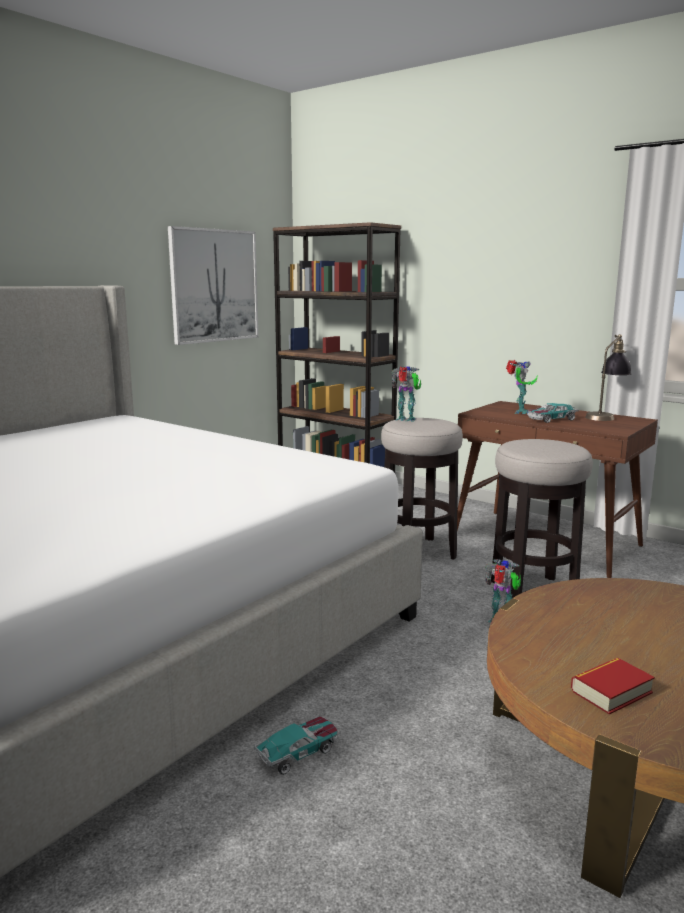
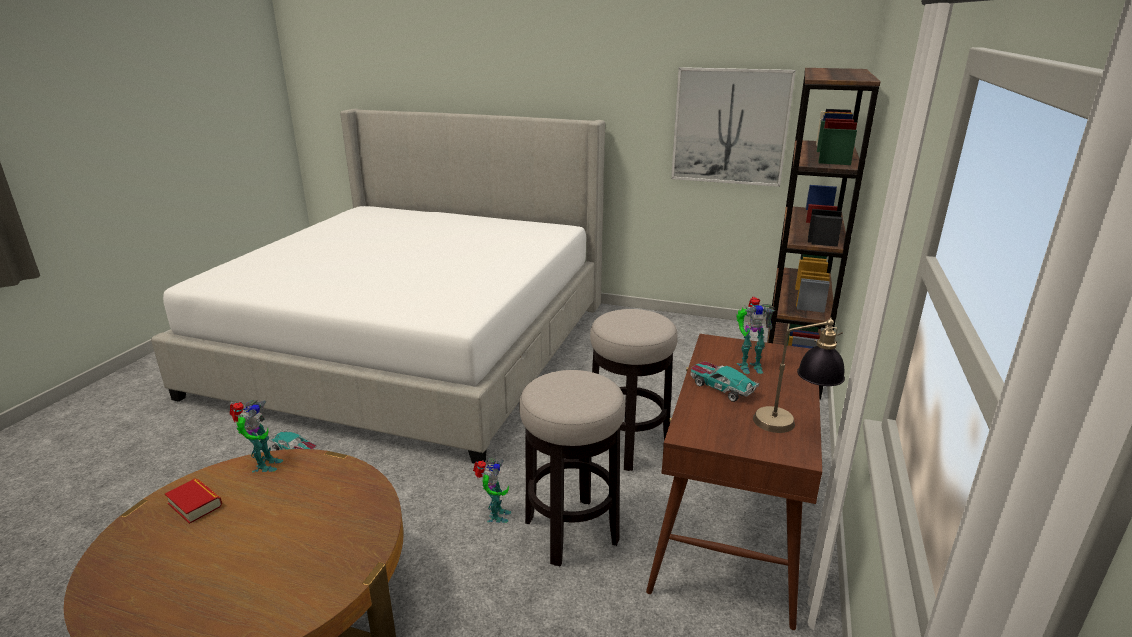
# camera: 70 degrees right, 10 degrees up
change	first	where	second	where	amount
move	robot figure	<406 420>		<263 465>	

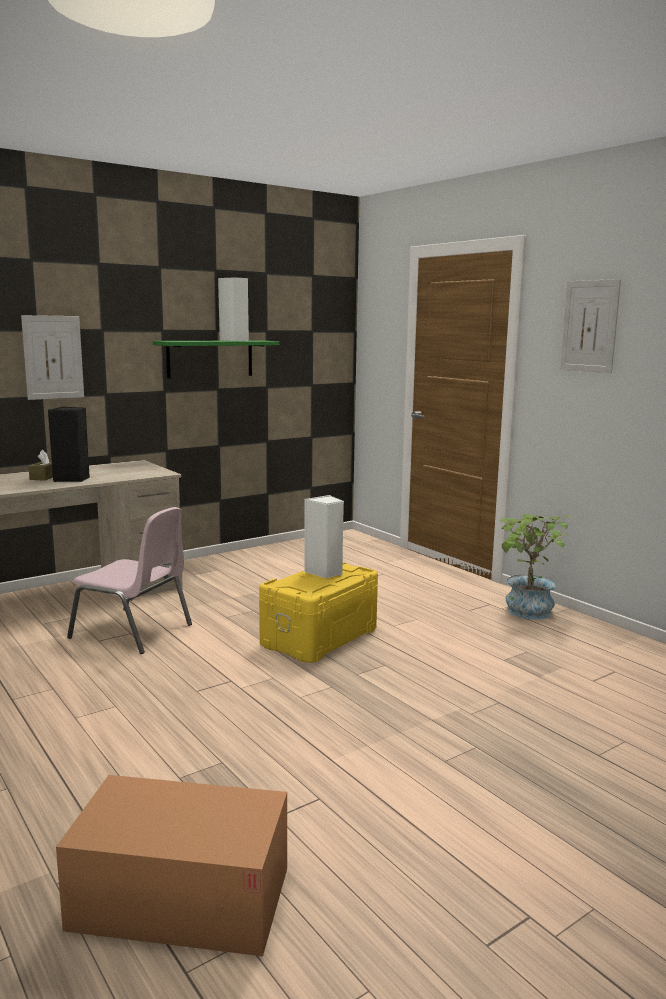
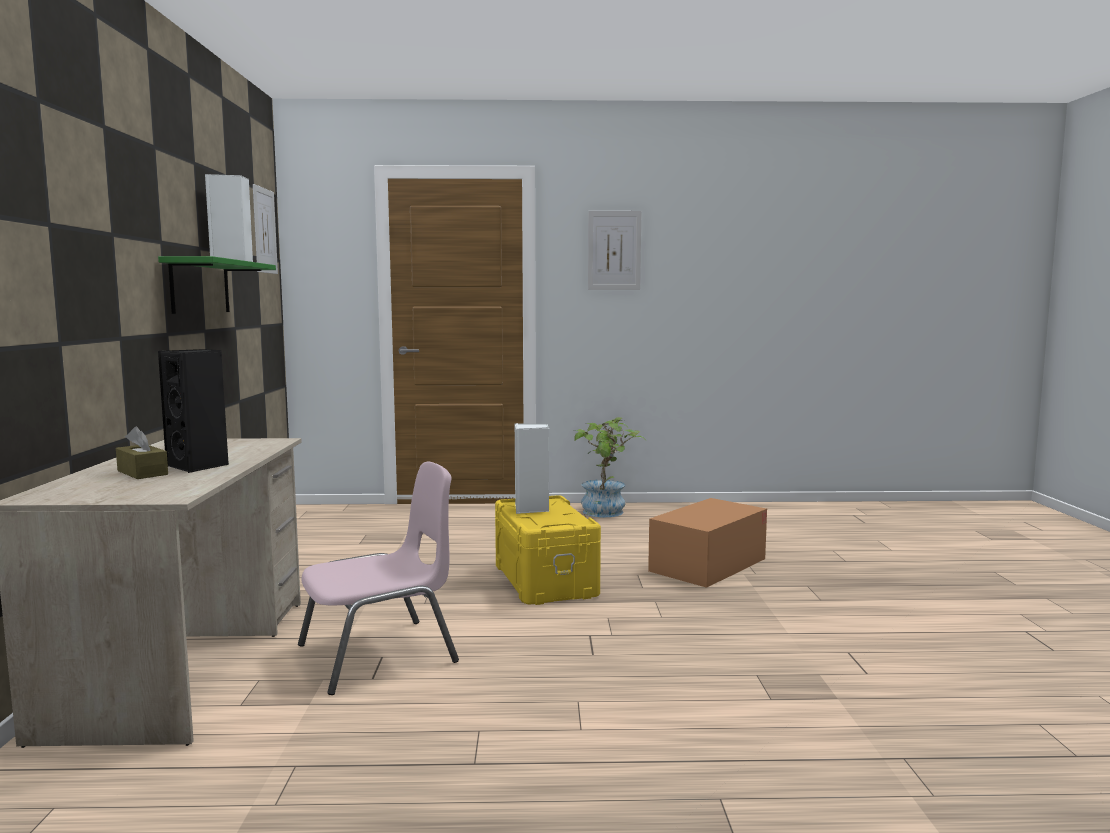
# camera: 55 degrees left, 5 degrees down
change	first	where	second	where	amount
move	wall art	<53 357>		<264 230>	
move	carton	<181 898>		<708 565>	

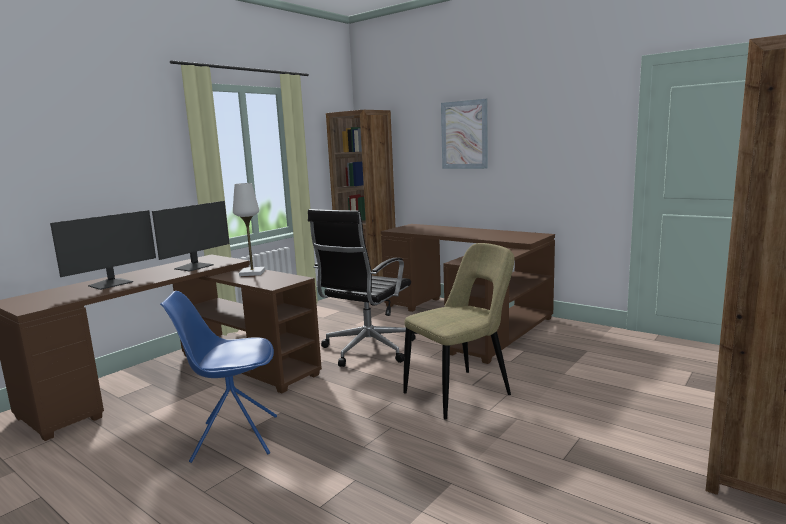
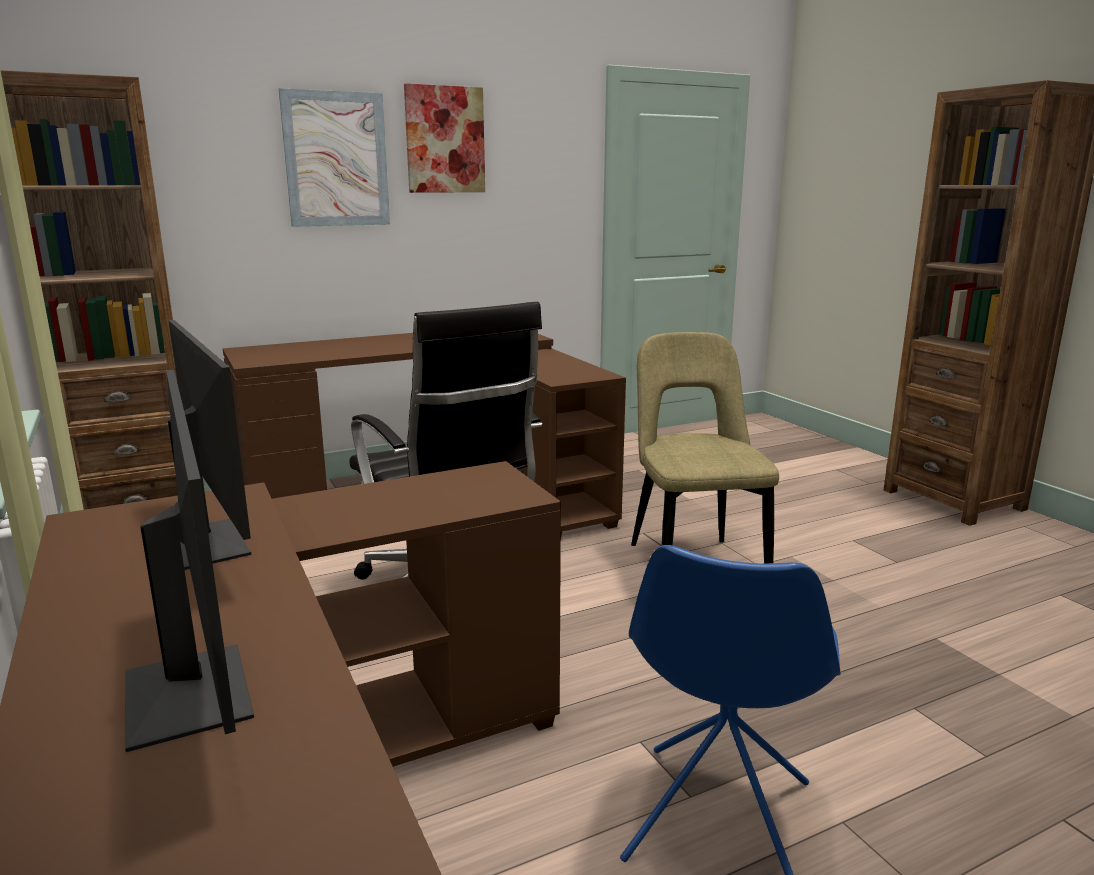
# camera: 65 degrees left, 5 degrees up
change	first	where	second	where	amount
delete	white table lamp	<252 273>			
insert			wall art	<445 140>	

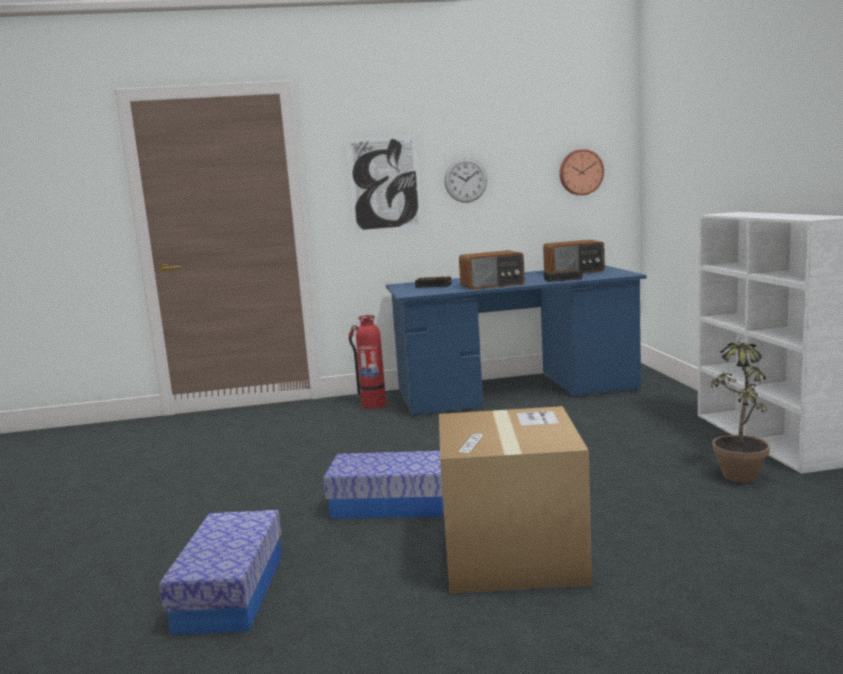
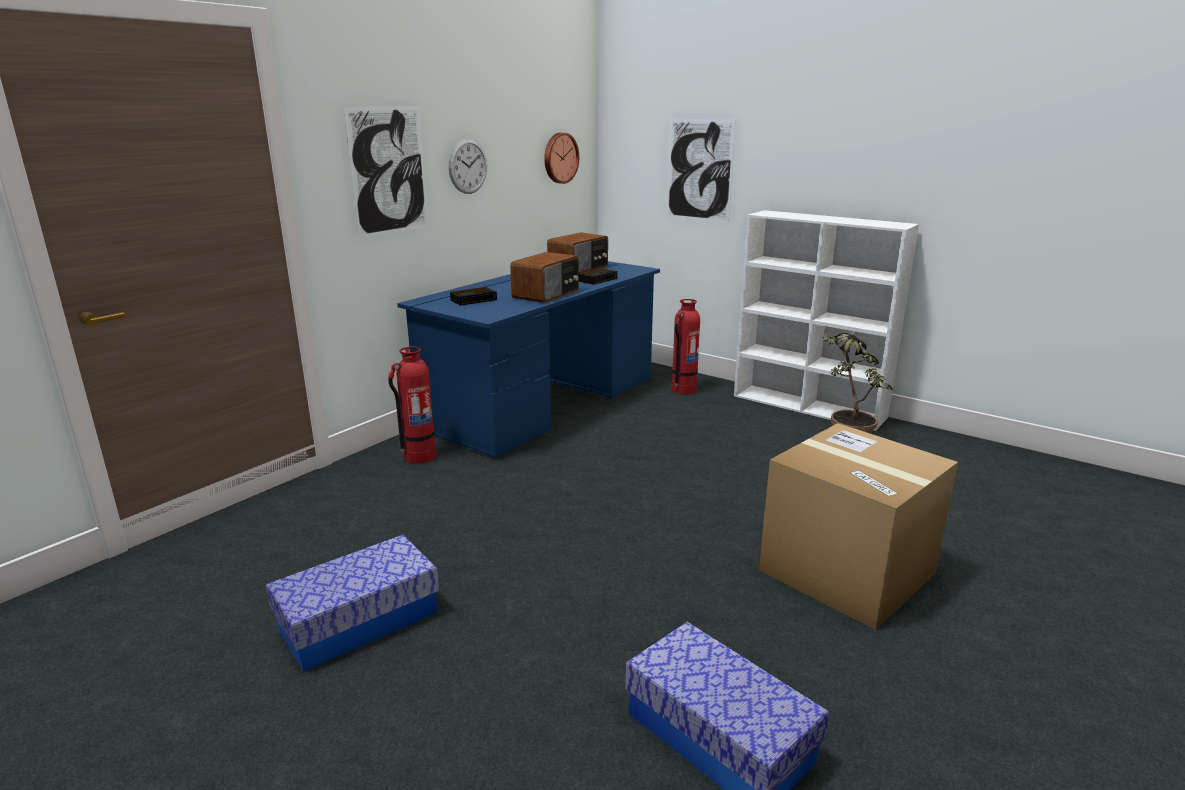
# camera: 45 degrees left, 10 degrees up
change	first	where	second	where	amount
move	storage bin	<390 504>		<359 621>	
insert			wall art	<699 170>	
insert			fire extinguisher	<683 390>	

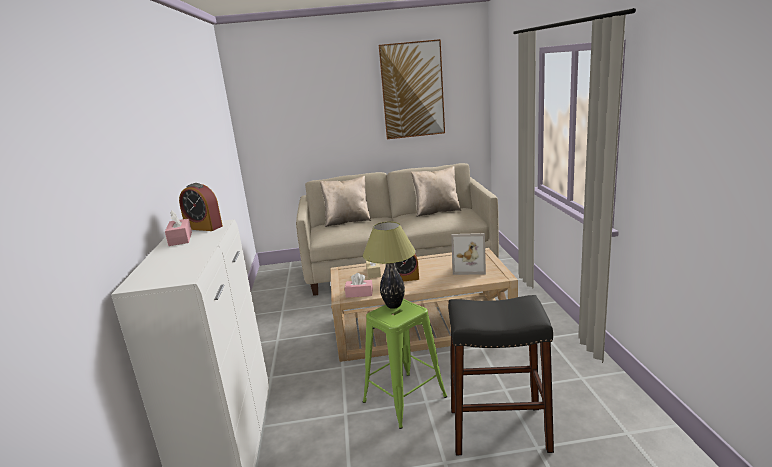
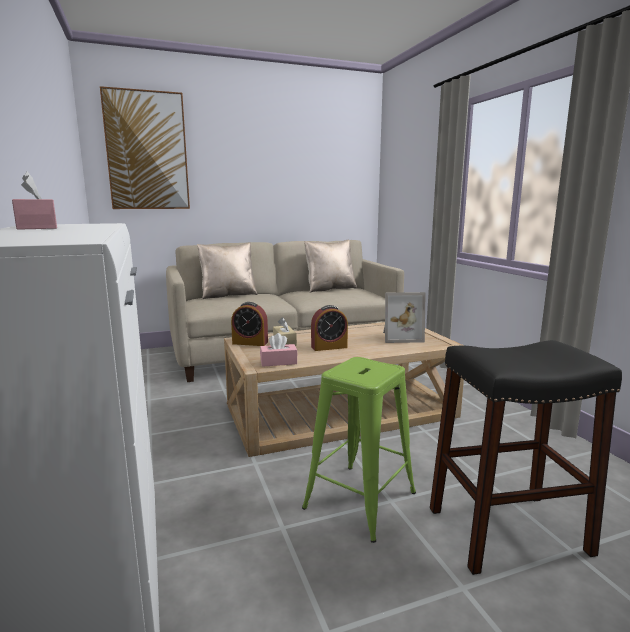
# camera: 15 degrees left, 5 degrees down
change	first	where	second	where	amount
move	bedside clock	<203 227>		<250 343>	
delete	table lamp	<393 305>			
move	wall art	<412 90>		<147 151>	

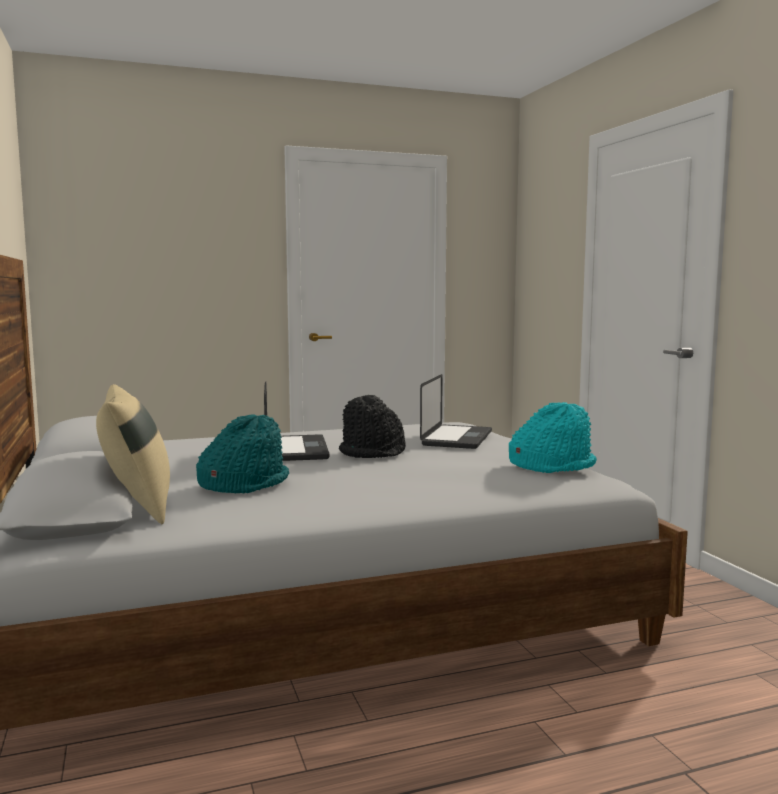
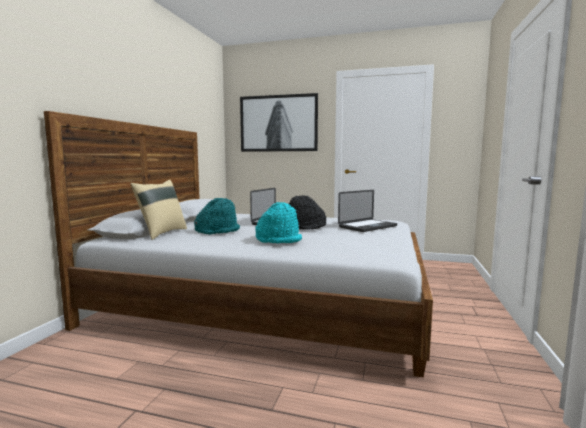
# camera: 35 degrees right, 0 degrees up
change	first	where	second	where	amount
move	blue-green hat	<551 465>		<279 240>	
insert			wall art	<278 123>	

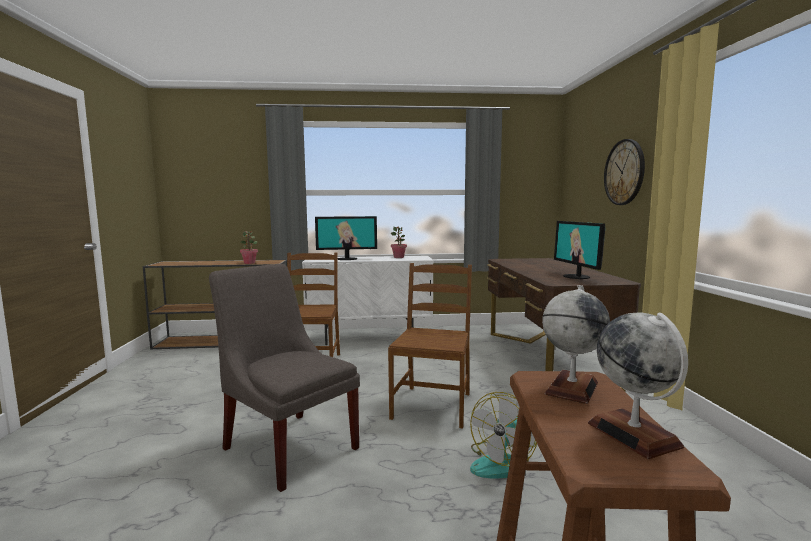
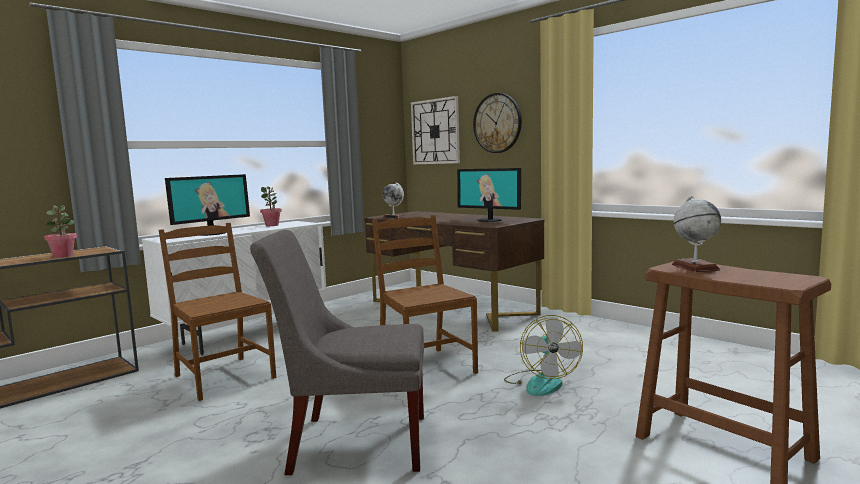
# camera: 40 degrees left, 0 degrees up
change	first	where	second	where	amount
move	world globe	<634 435>		<393 217>	
insert			hanging clock	<435 131>	

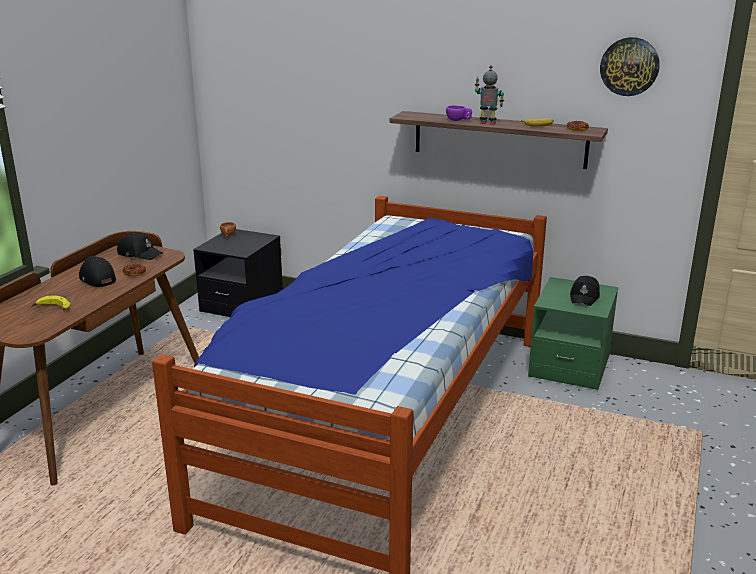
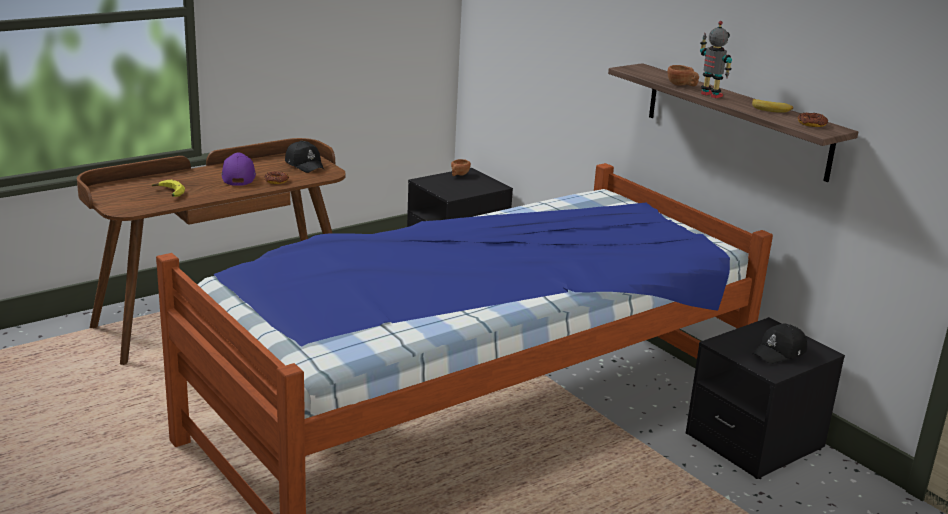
# camera: 30 degrees right, 0 degrees up
change	first	where	second	where	amount
recolor	black-coloured cap	<96 279>	purple cap	<238 177>	
recolor	purple drinking cup	<458 120>	brown-coloured drinking cup	<682 85>	
recolor	green-coloured nightstand	<569 366>	black-coloured nightstand	<754 441>	
delete	hanging clock	<629 66>			

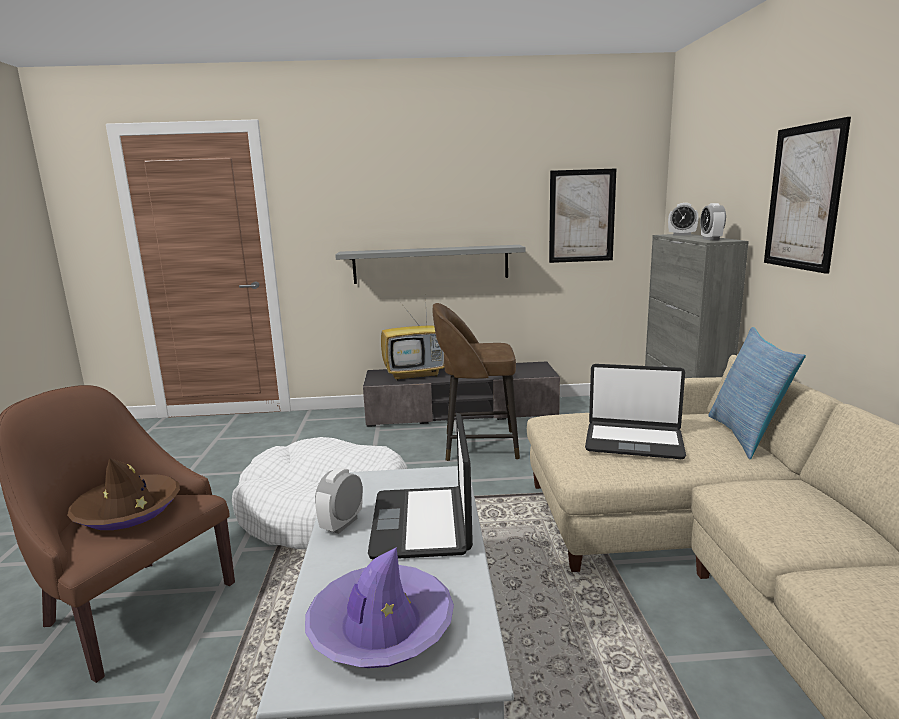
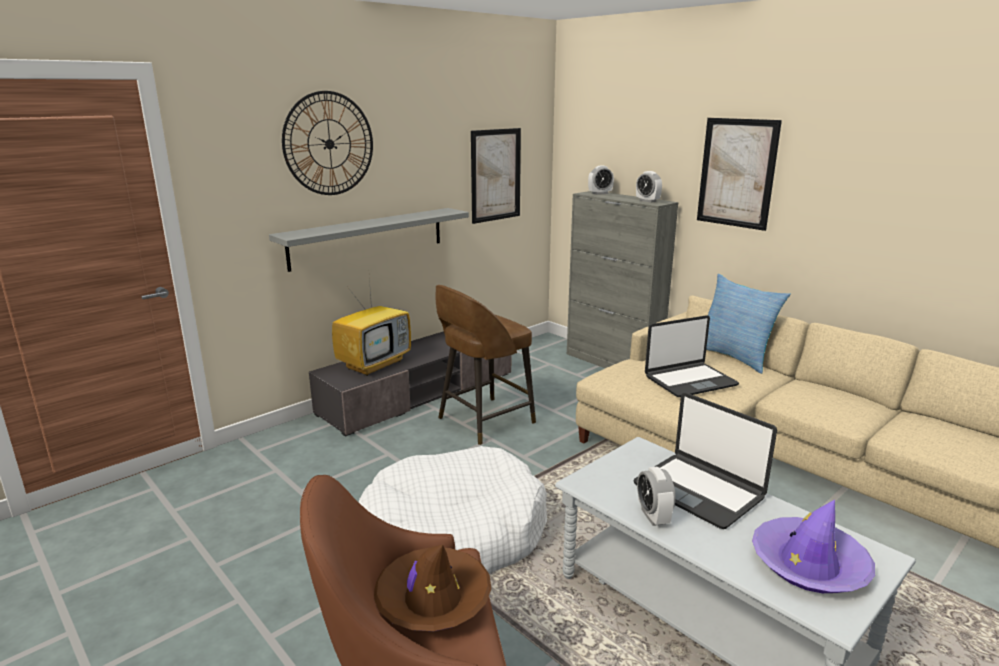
# camera: 40 degrees left, 5 degrees up
change	first	where	second	where	amount
insert			hanging clock	<329 144>	

